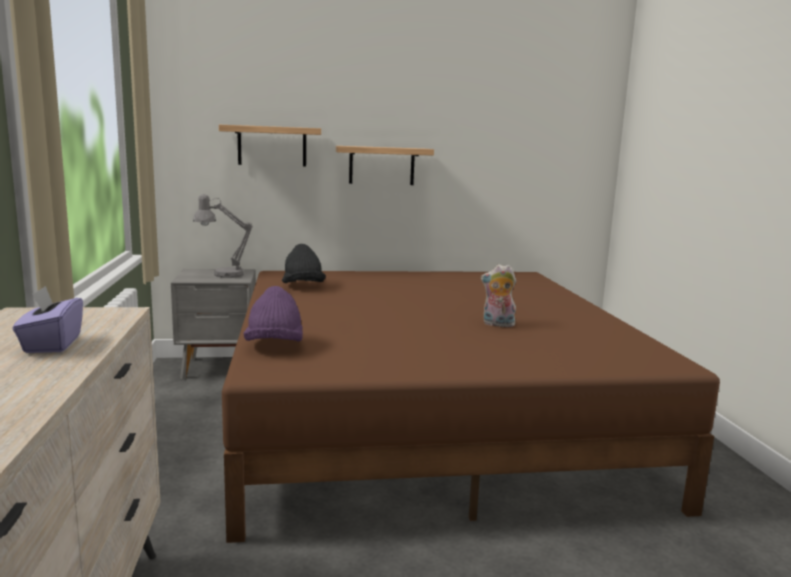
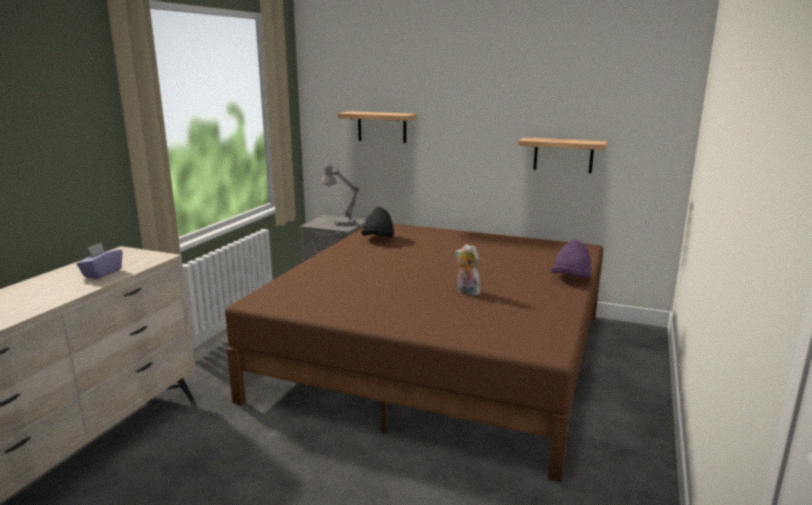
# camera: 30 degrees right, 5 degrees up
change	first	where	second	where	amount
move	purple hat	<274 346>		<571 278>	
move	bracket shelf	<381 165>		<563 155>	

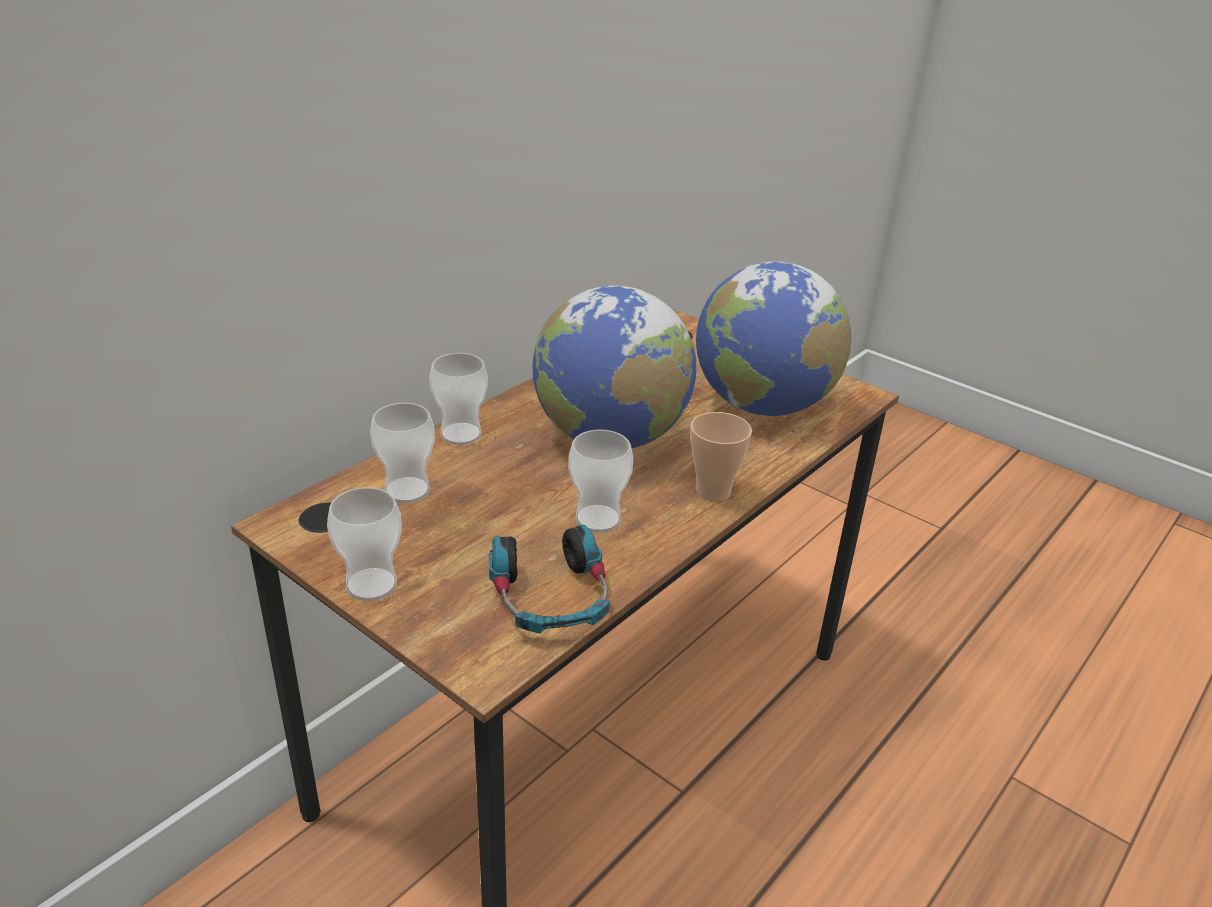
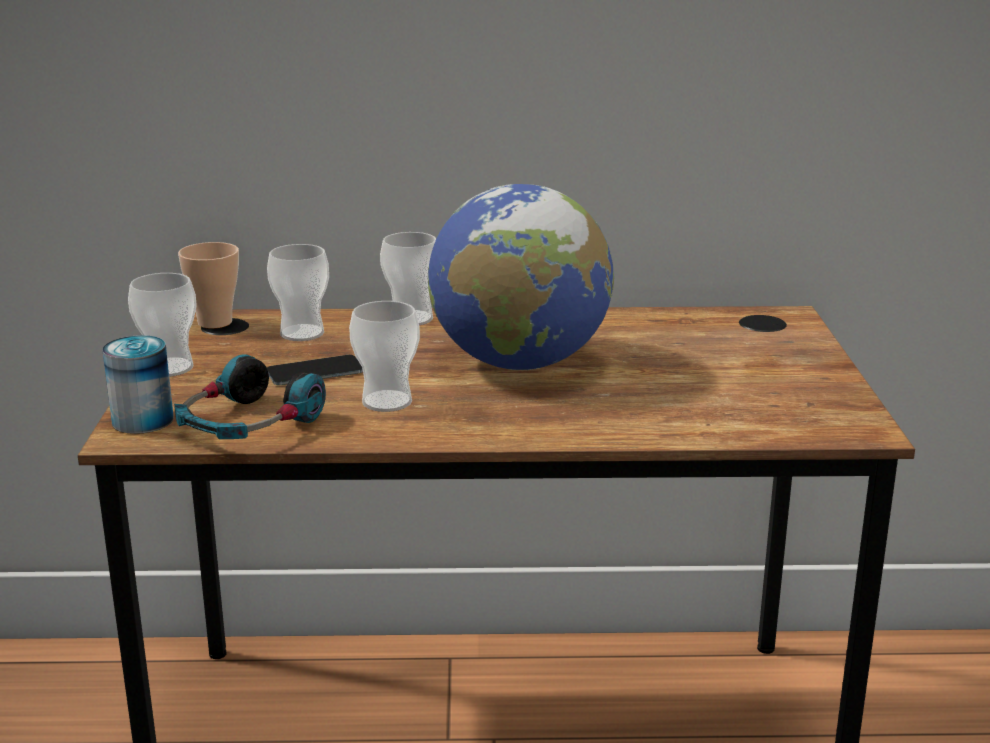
# camera: 50 degrees right, 10 degrees down
change	first	where	second	where	amount
move	drinking cup	<713 492>		<215 322>	
delete	world globe	<762 406>			
insert			can	<142 420>	
insert			handset	<315 371>	

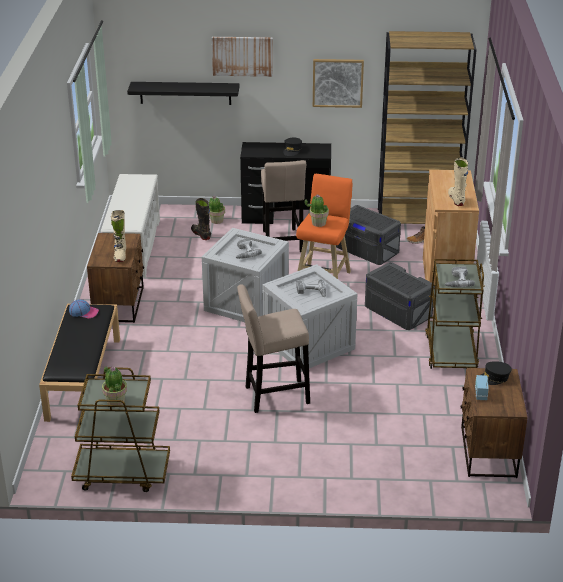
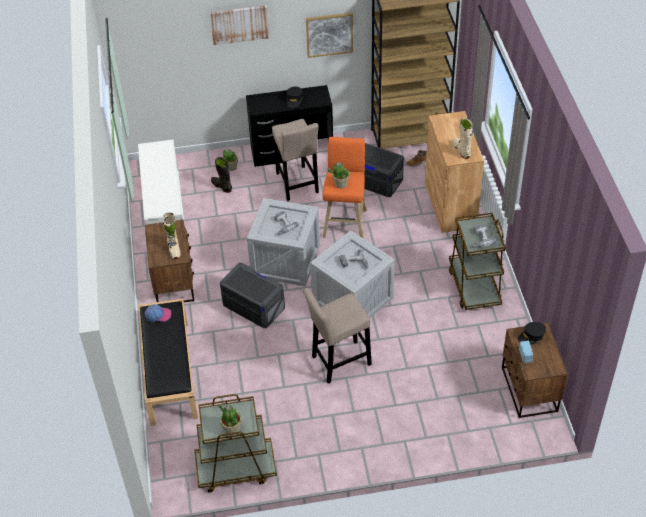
# camera: 10 degrees left, 15 degrees up
change	first	where	second	where	amount
delete	black-coloured bracket shelf	<185 93>			
move	gray storage bin	<398 311>		<253 306>	

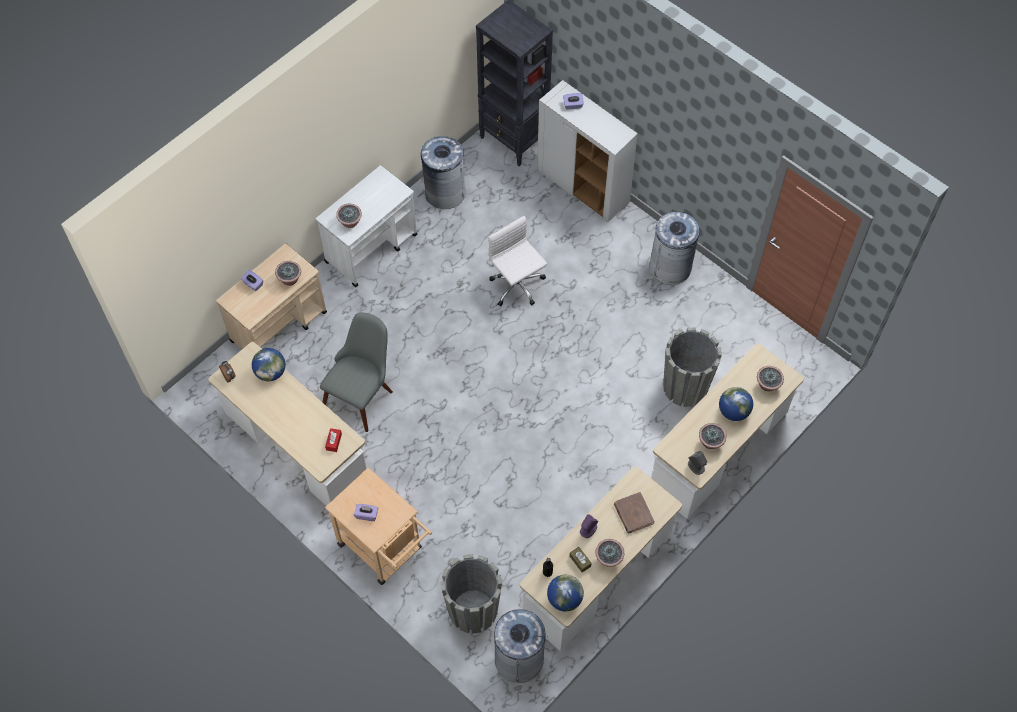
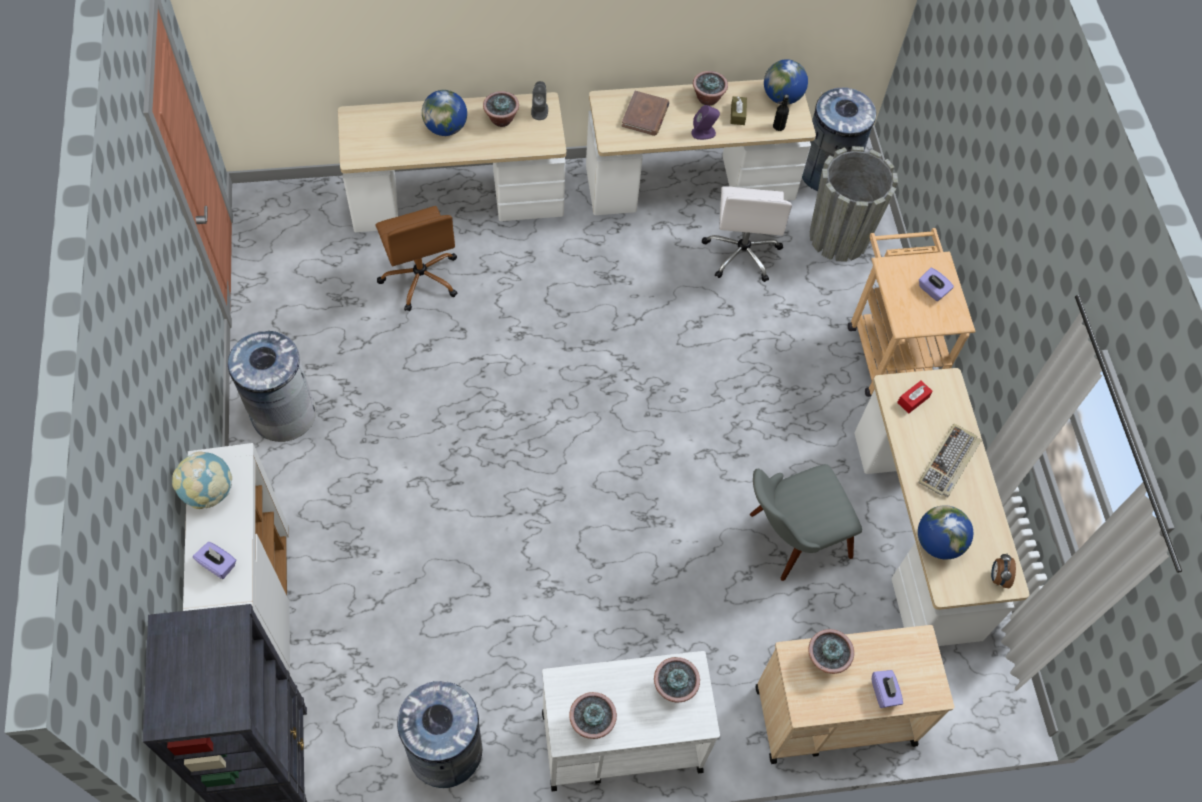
# camera: 145 degrees left, 0 degrees up
change	first	where	second	where	amount
move	white desk chair	<517 286>		<742 253>	
replace	gray planter	<685 387>	brown-coloured desk chair	<421 277>	
move	plant in a pot	<767 385>		<591 722>	
insert			world globe	<208 492>	
insert			PC keyboard	<949 462>	

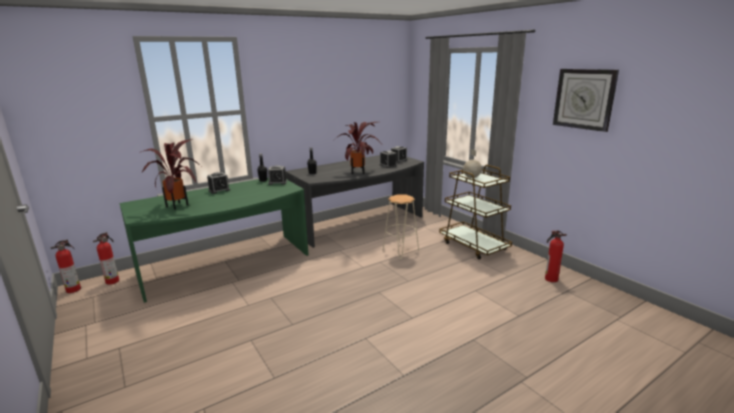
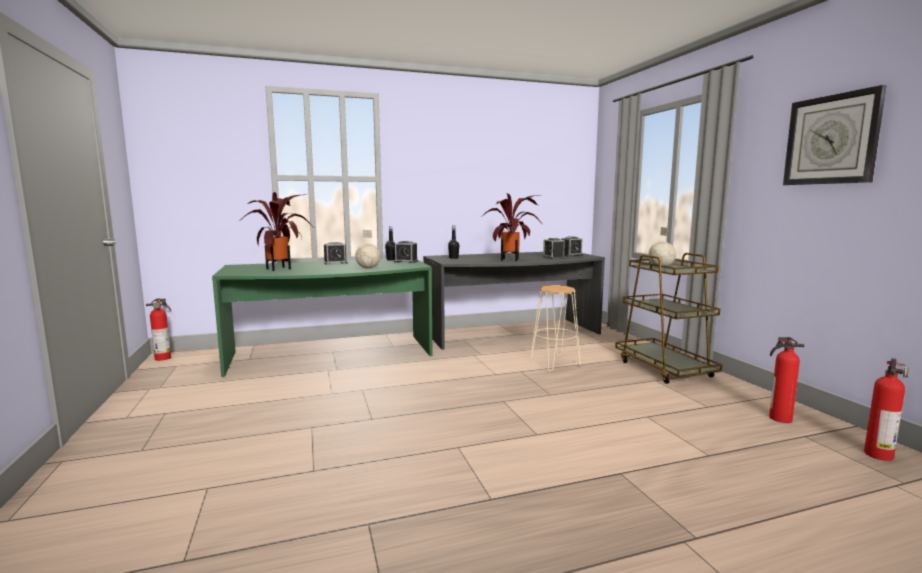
# camera: 15 degrees right, 10 degrees down
change	first	where	second	where	amount
move	fire extinguisher	<113 281>		<878 454>	
insert			world globe	<368 268>	

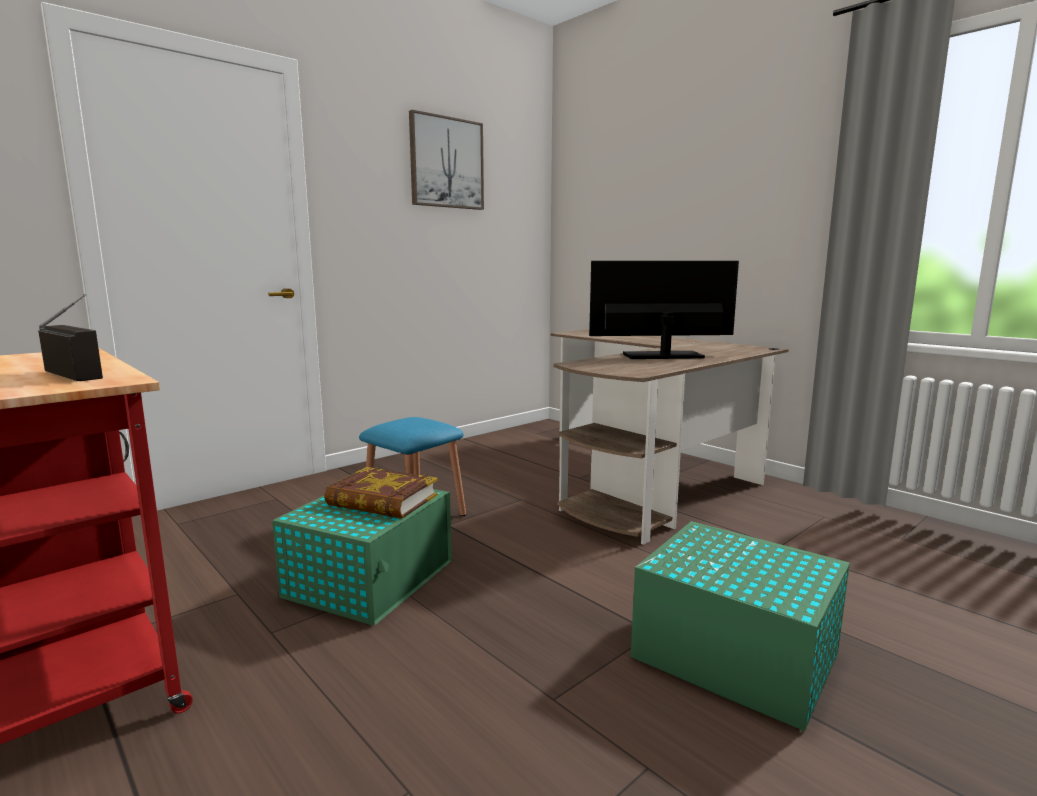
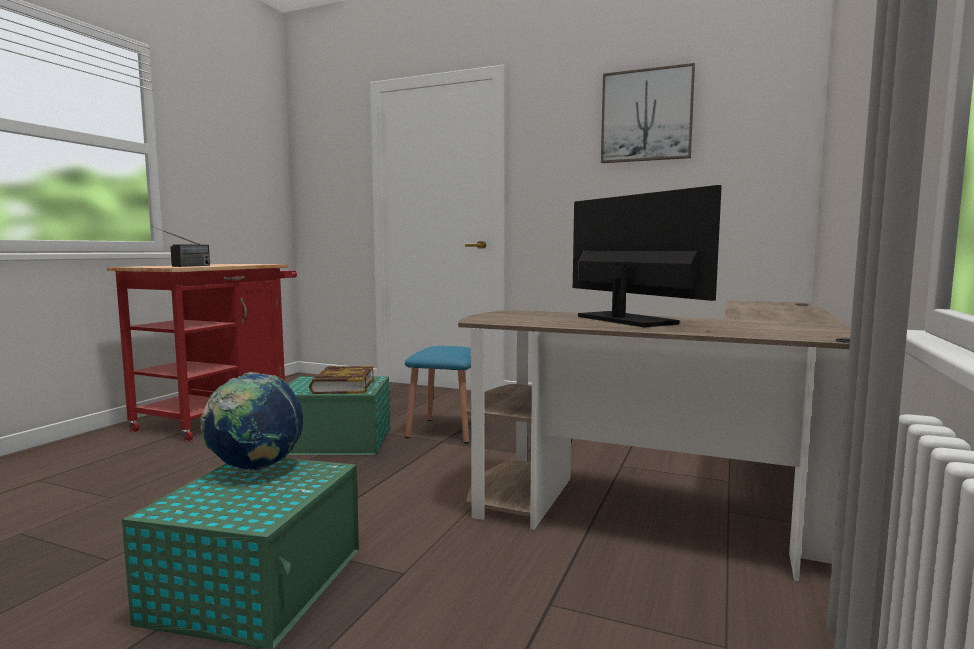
# camera: 65 degrees right, 5 degrees down
change	first	where	second	where	amount
insert			world globe	<256 469>	

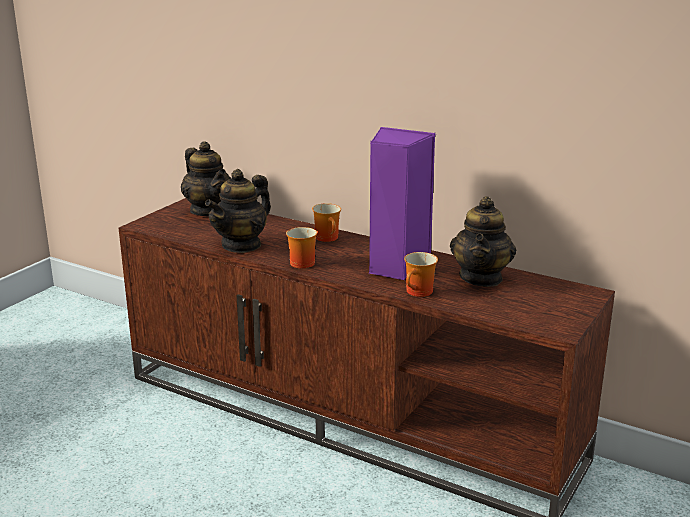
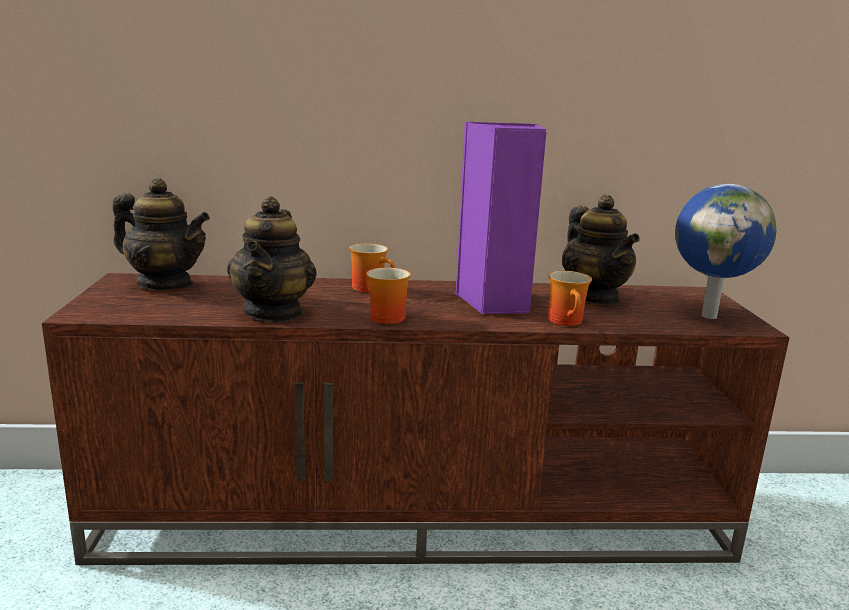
# camera: 35 degrees left, 5 degrees down
change	first	where	second	where	amount
insert			world globe	<709 316>	

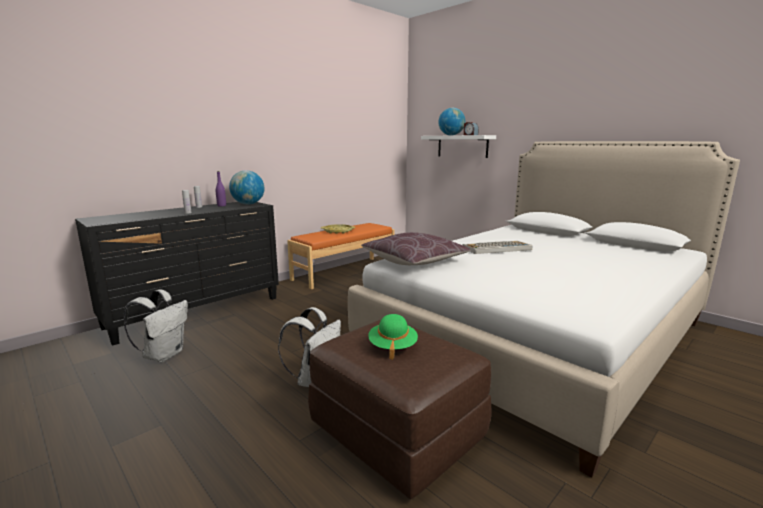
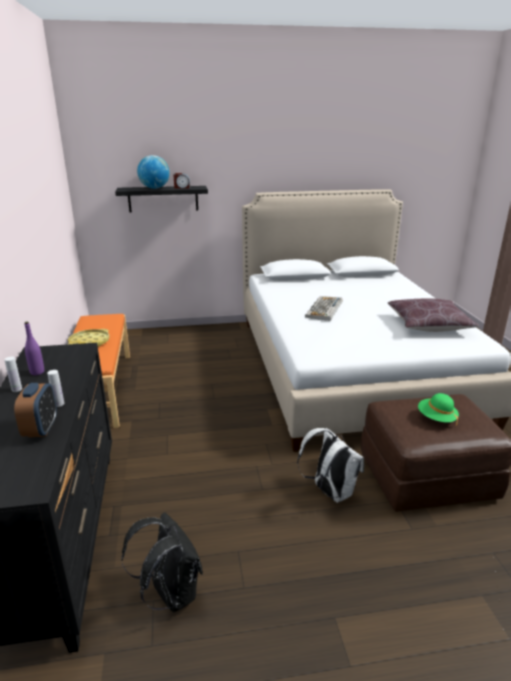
# camera: 55 degrees left, 10 degrees up
change	first	where	second	where	amount
recolor	white knapsack	<164 355>	black-coloured knapsack	<170 593>	
delete	world globe	<248 204>			
move	brown-coloured pillow	<414 261>		<428 325>	
recolor	white bracket shelf	<462 146>	black-coloured bracket shelf	<163 199>	
insert			bedside clock	<41 429>	

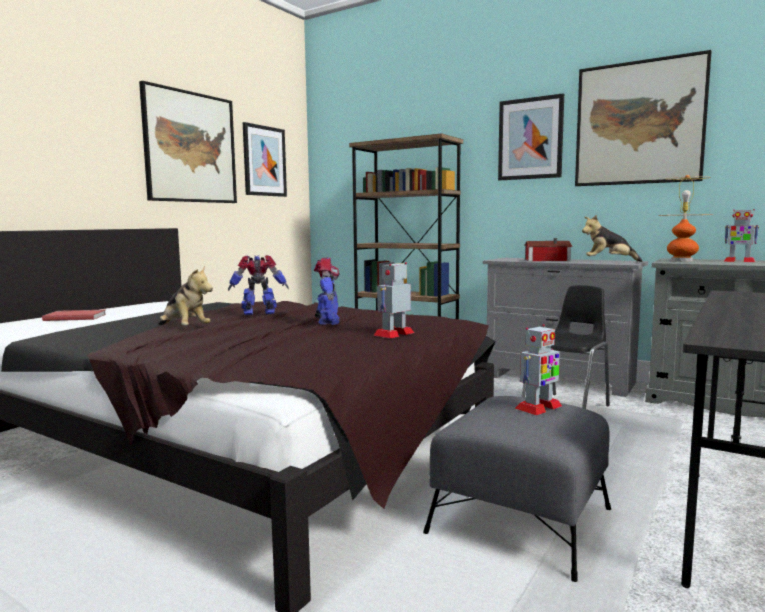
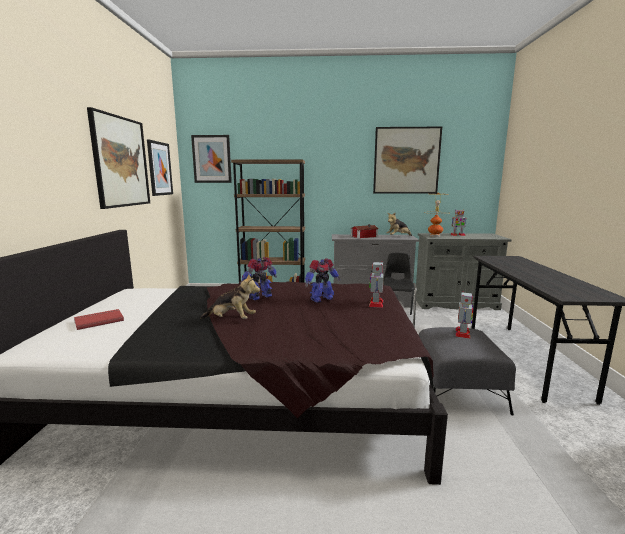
# camera: 30 degrees left, 5 degrees up
change	first	where	second	where	amount
rotate	robot figure	<327 322>		<321 299>	90 degrees clockwise
move	wall art	<530 139>		<212 159>	

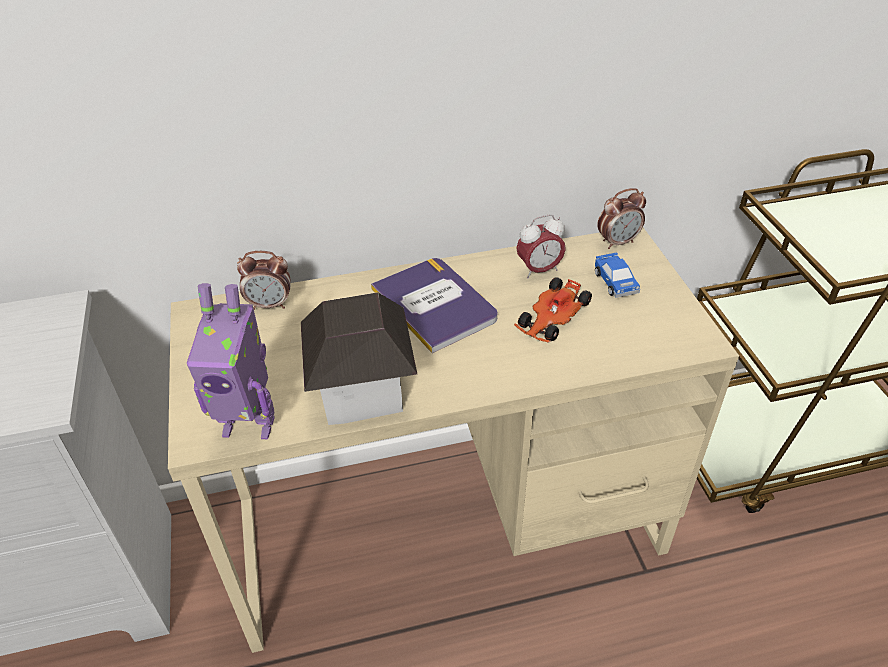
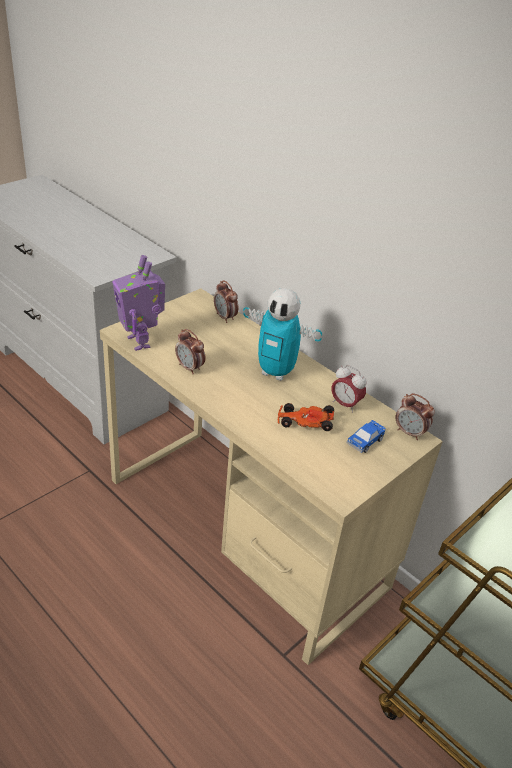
# camera: 55 degrees right, 5 degrees down
change	first	where	second	where	amount
replace	toy house	<362 388>	bedside clock	<190 368>	
replace	book	<435 304>	robot figure	<276 372>	

